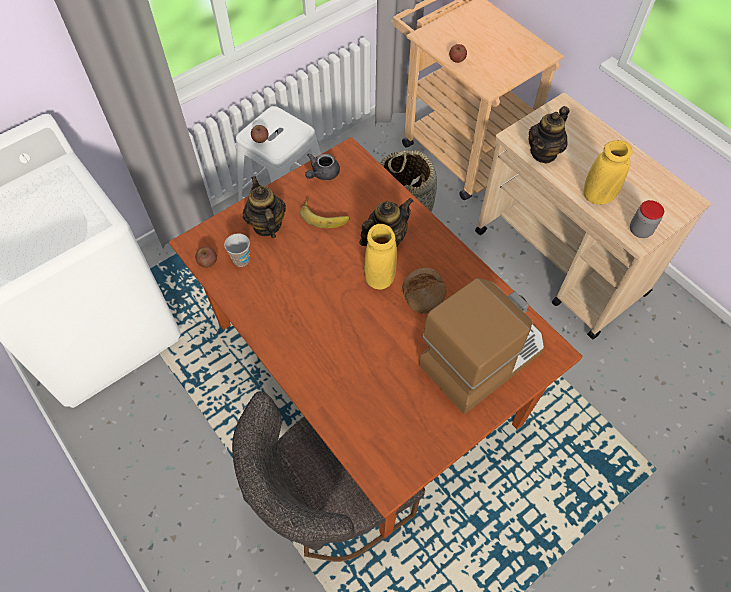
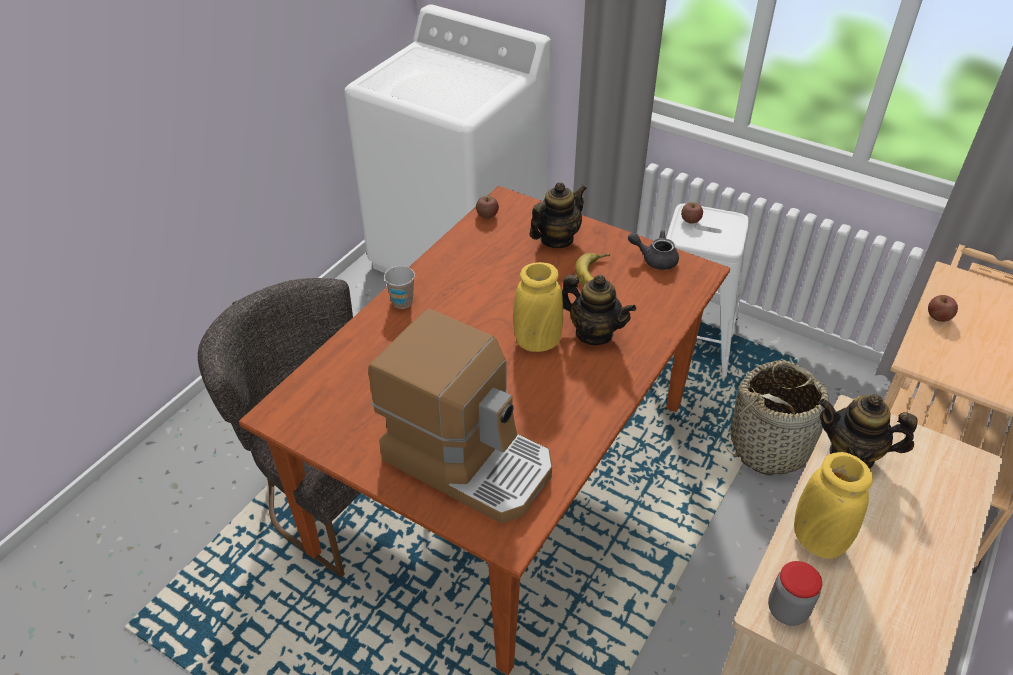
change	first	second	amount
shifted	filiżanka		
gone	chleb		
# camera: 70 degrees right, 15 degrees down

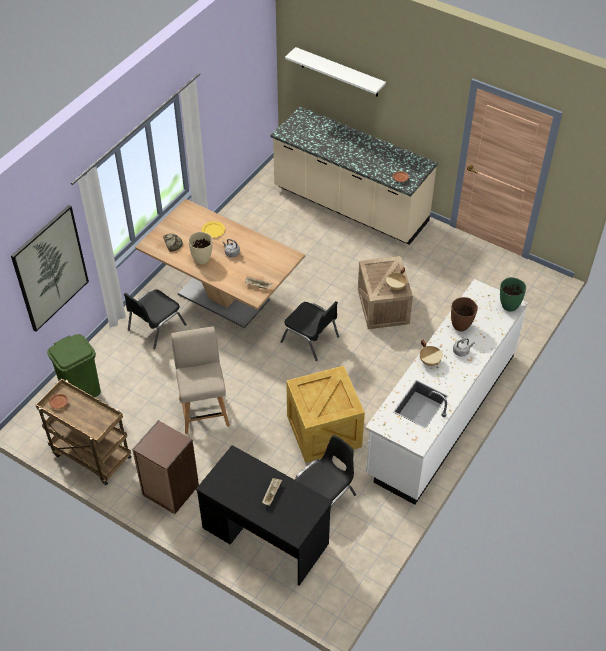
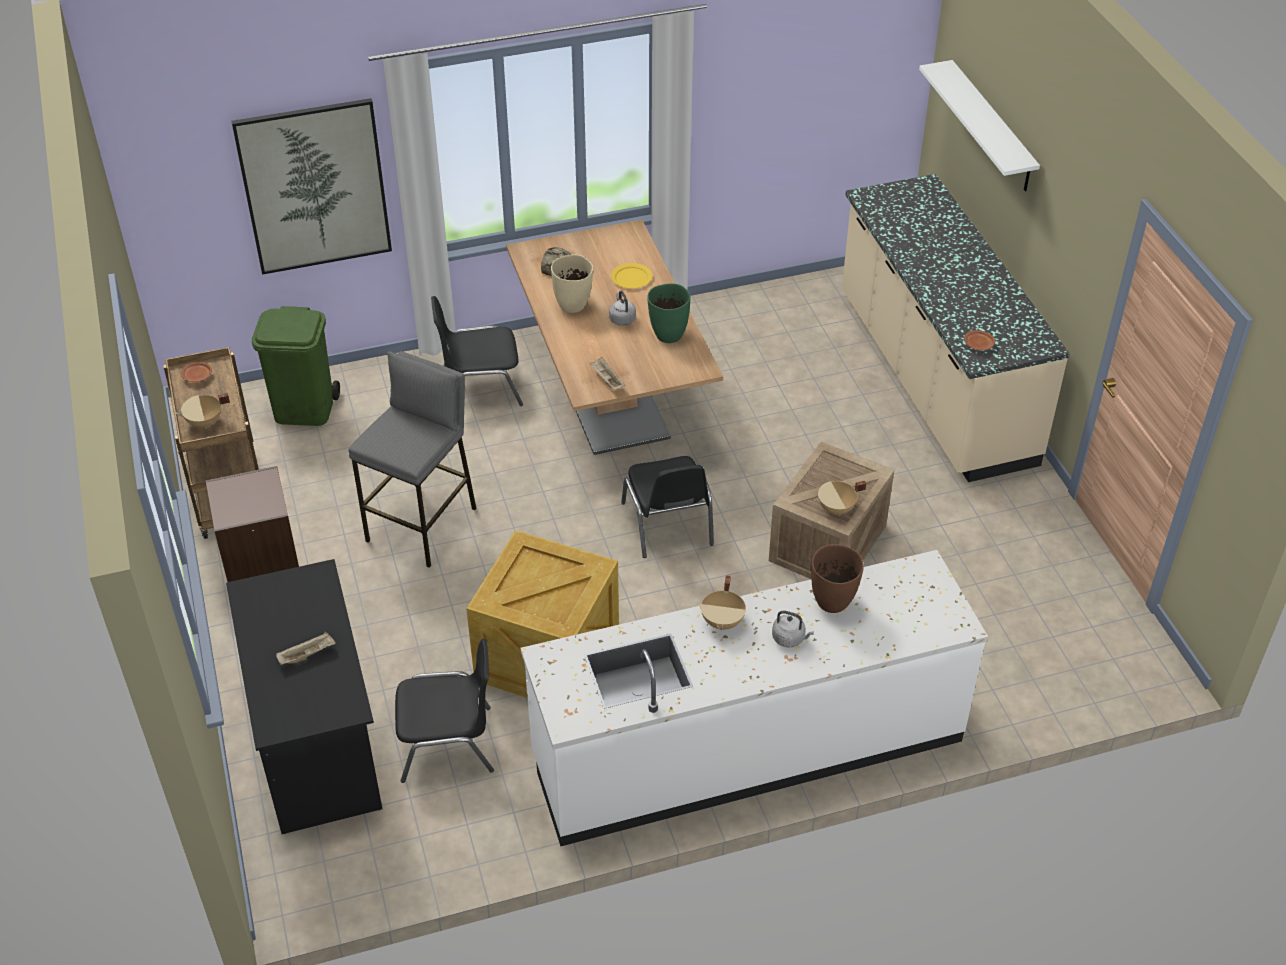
change	first	second	amount
swapped	krzesło [beżowy]	stołek [szary]	
shifted	wazon [zielony]		
new		garnek [beżowy] (no. 1 from left)	
# camera: 40 degrees right, 5 degrees down

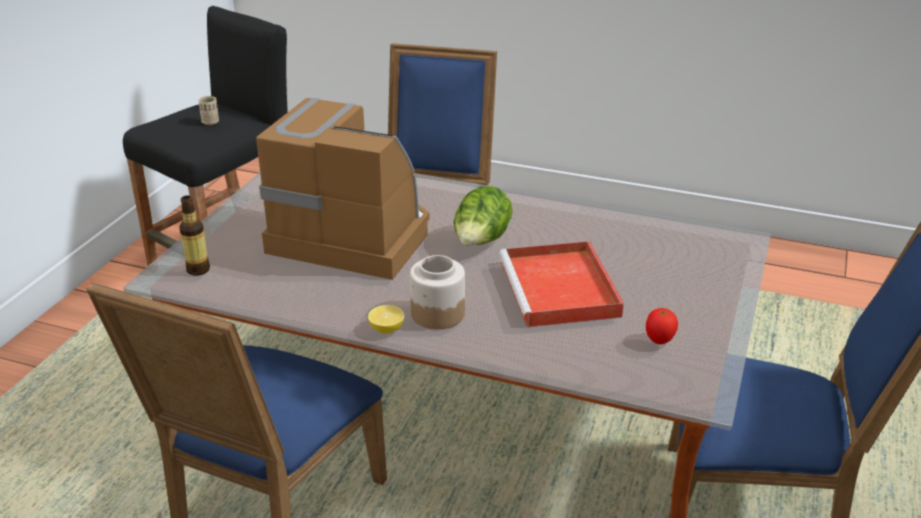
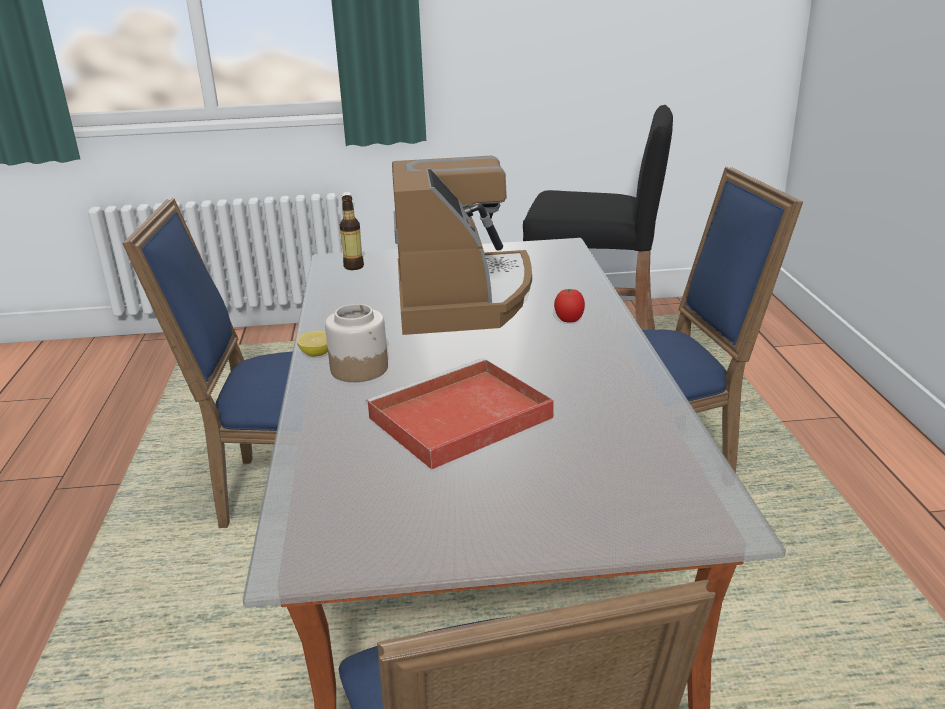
change	first	second	amount
gone	filiżanka [beżowy]		
gone	sałata		
shifted	pomidor		
# camera: 65 degrees right, 5 degrees down

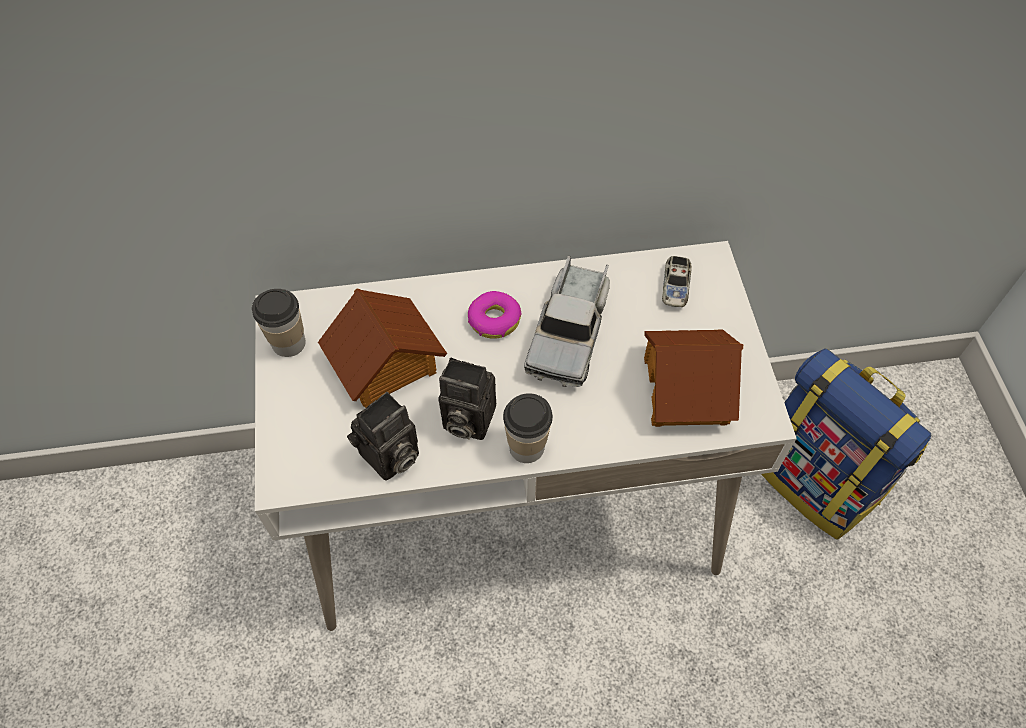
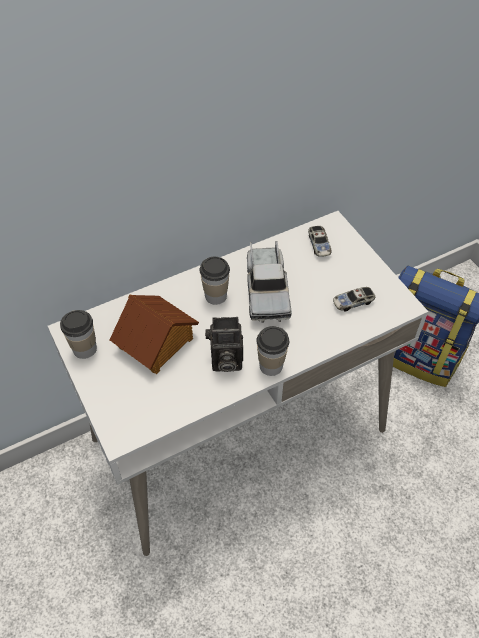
change	first	second	amount
gone	aparat fotograficzny (no. 1 from left)		
swapped	donut	filiżanka (no. 2 from left)	
swapped	domek (no. 2 from left)	samochodzik (no. 2 from left)	
# camera: 20 degrees left, 5 degrees down

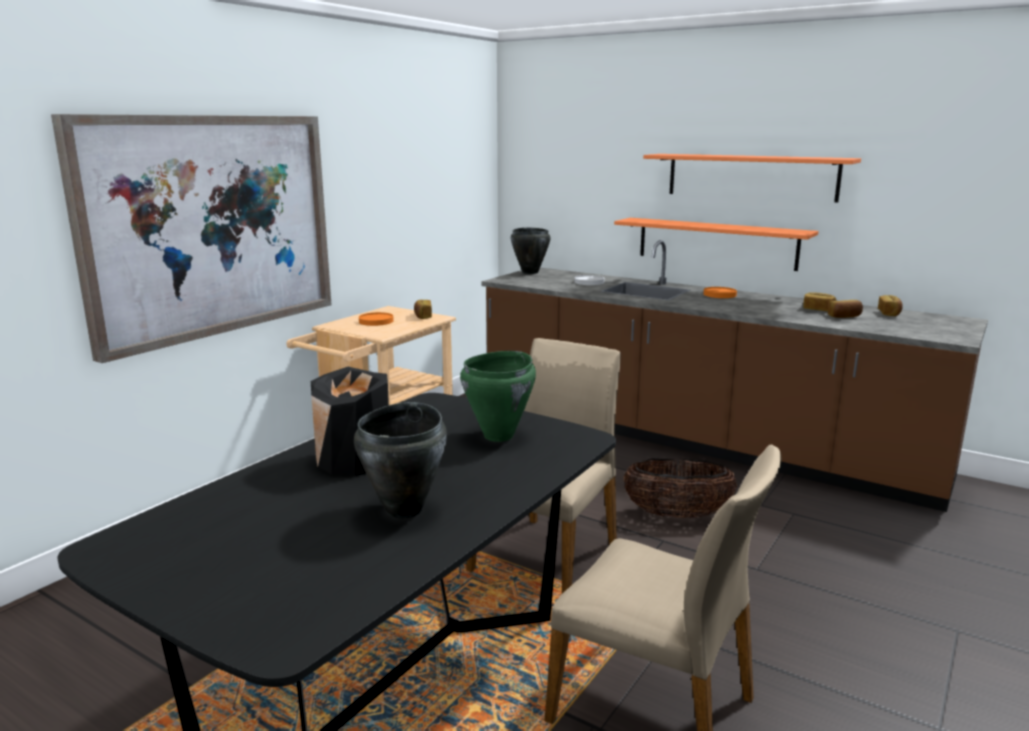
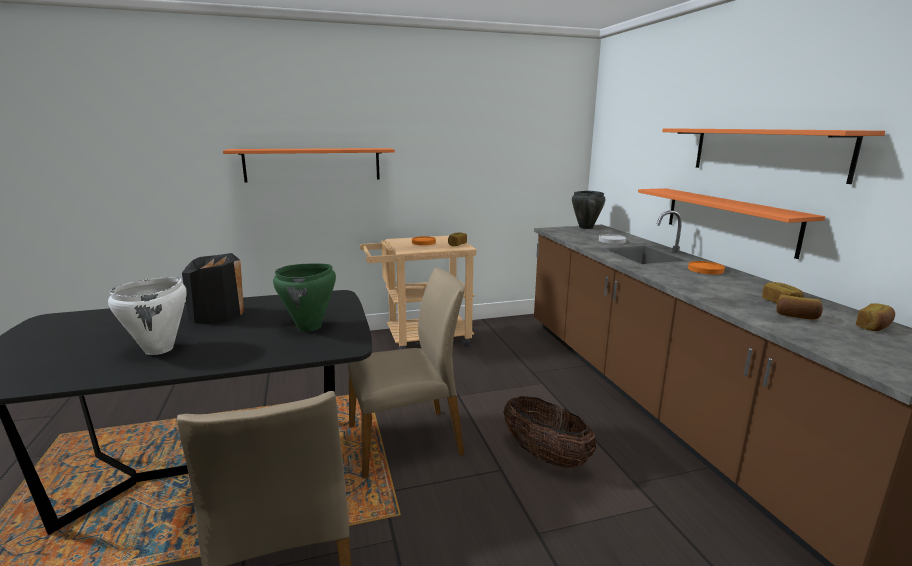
change	first	second	amount
swapped	obraz	półka [pomarańczowy] (no. 1 from left)	
repainted	garnek [czarny] (no. 1 from left)	garnek [biały]	
# camera: 40 degrees right, 0 degrees up

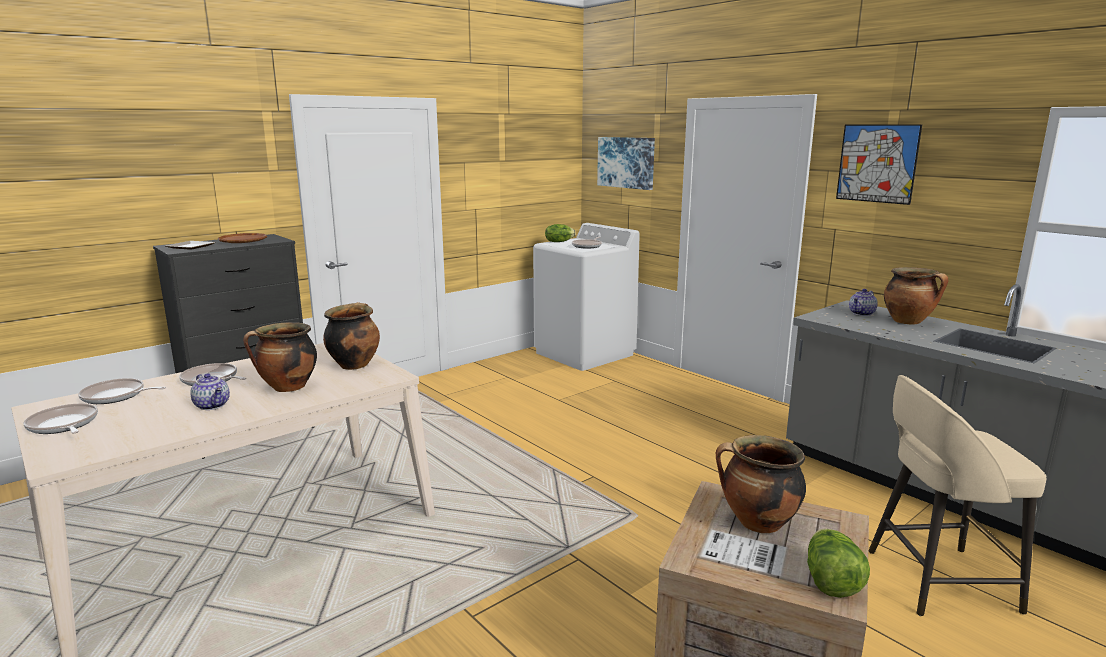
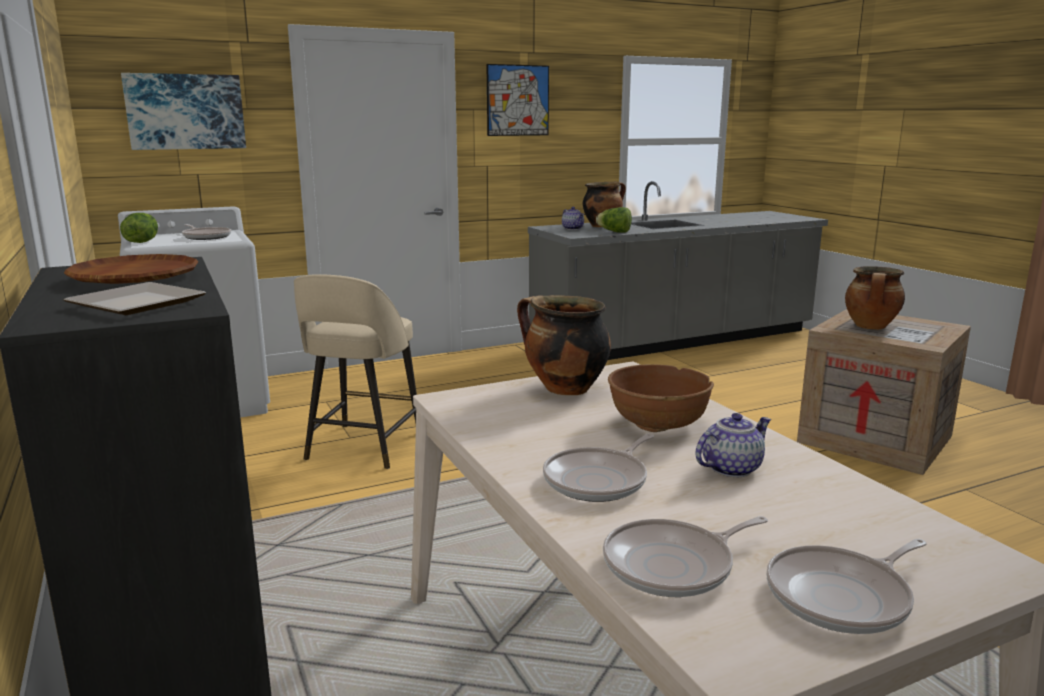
change	first	second	amount
rotated	patelnia (no. 2 from left in the first image)	patelnia (no. 3 from left)	45 degrees clockwise
swapped	garnek (no. 1 from left)	miska [brązowy]	
shifted	sałata (no. 2 from left)		
shifted	stołek [beżowy]		
# camera: 75 degrees left, 0 degrees up

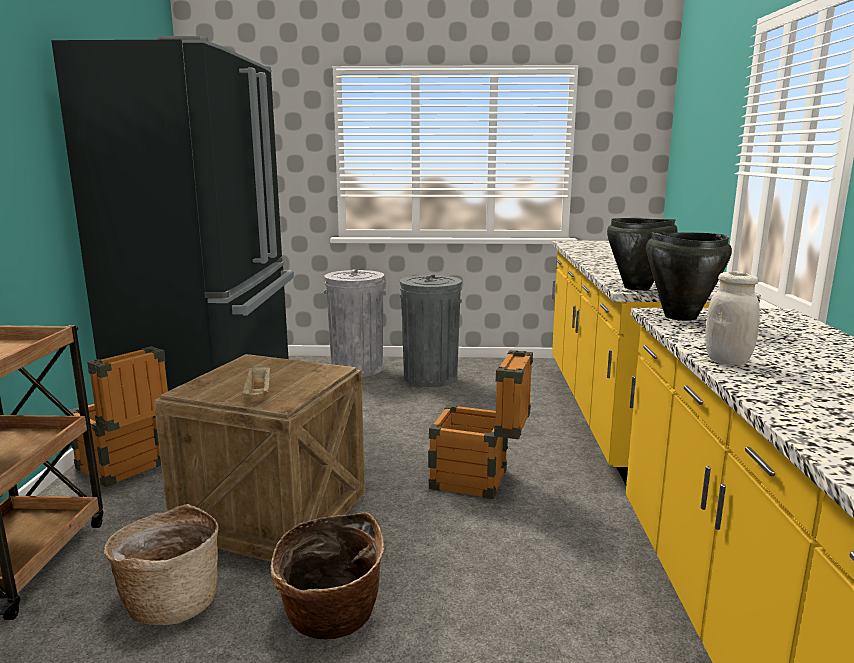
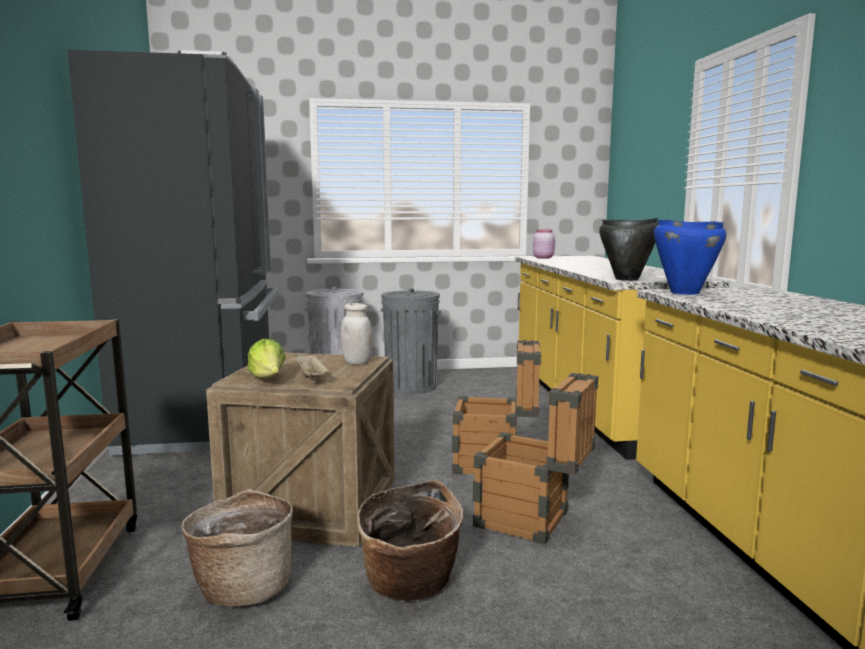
change	first	second	amount
shifted	skrzynka (no. 1 from left in the first image)	skrzynka (no. 3 from left)	
repainted	garnek [czarny] (no. 2 from left)	garnek [niebieski]	
shifted	słoik [biały]		
new		sałata	
new		słoik [różowy]	
# camera: 10 degrees left, 5 degrees down

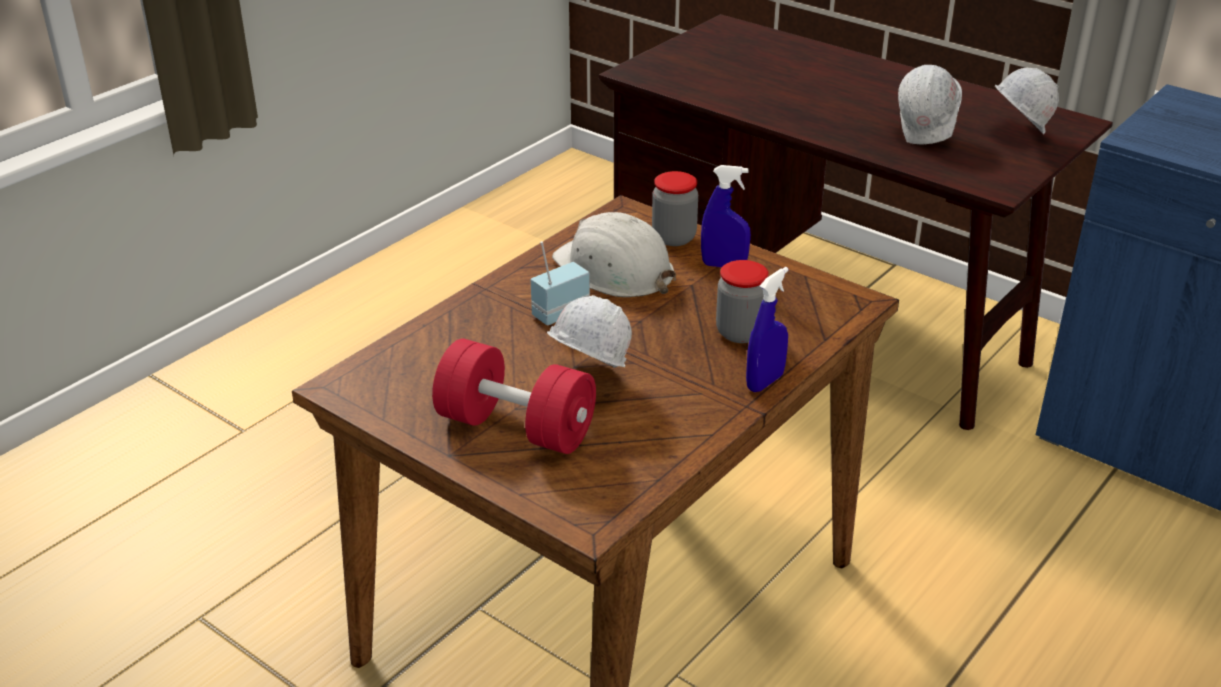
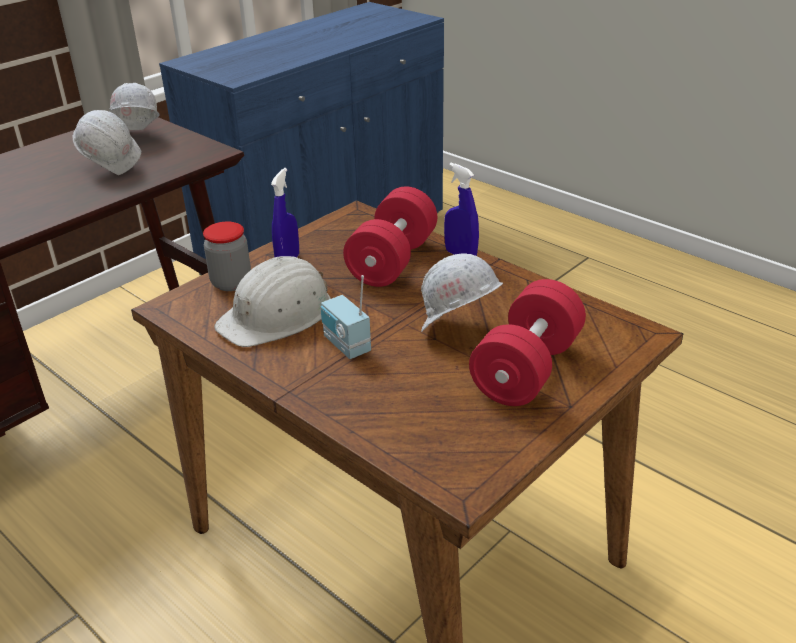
change	first	second	amount
swapped	słoik (no. 2 from left)	hantel [czerwony] (no. 1 from left)	
# camera: 85 degrees left, 0 degrees up

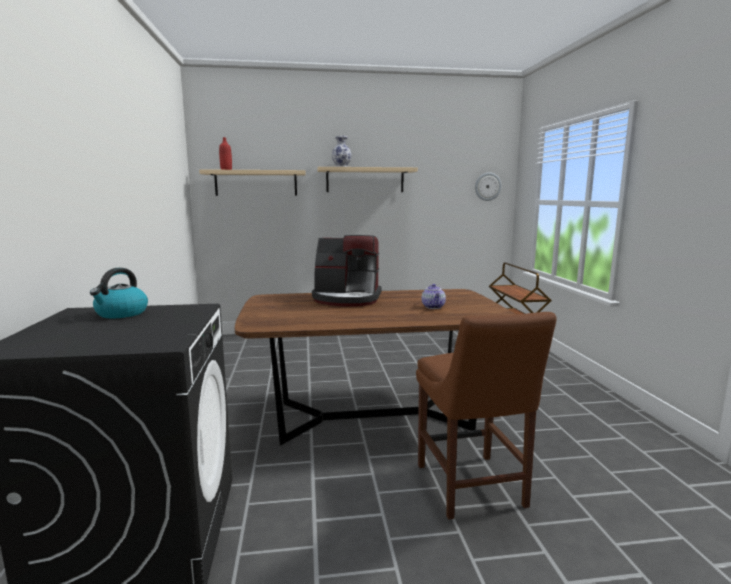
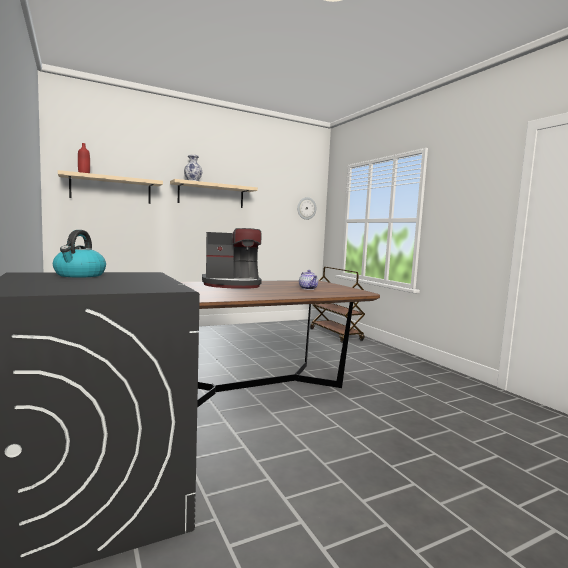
change	first	second	amount
gone	krzesło [brązowy]		
# camera: 20 degrees left, 5 degrees down

